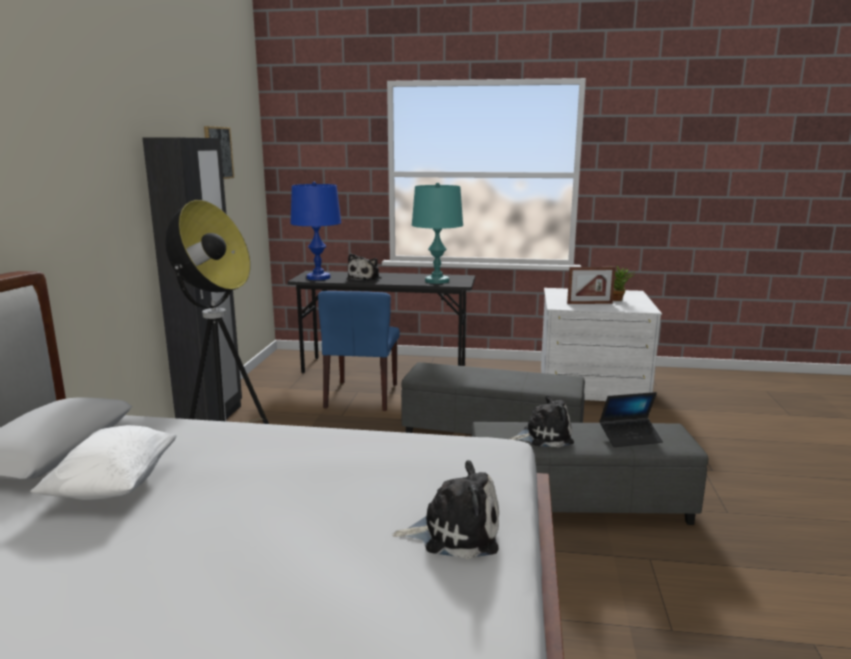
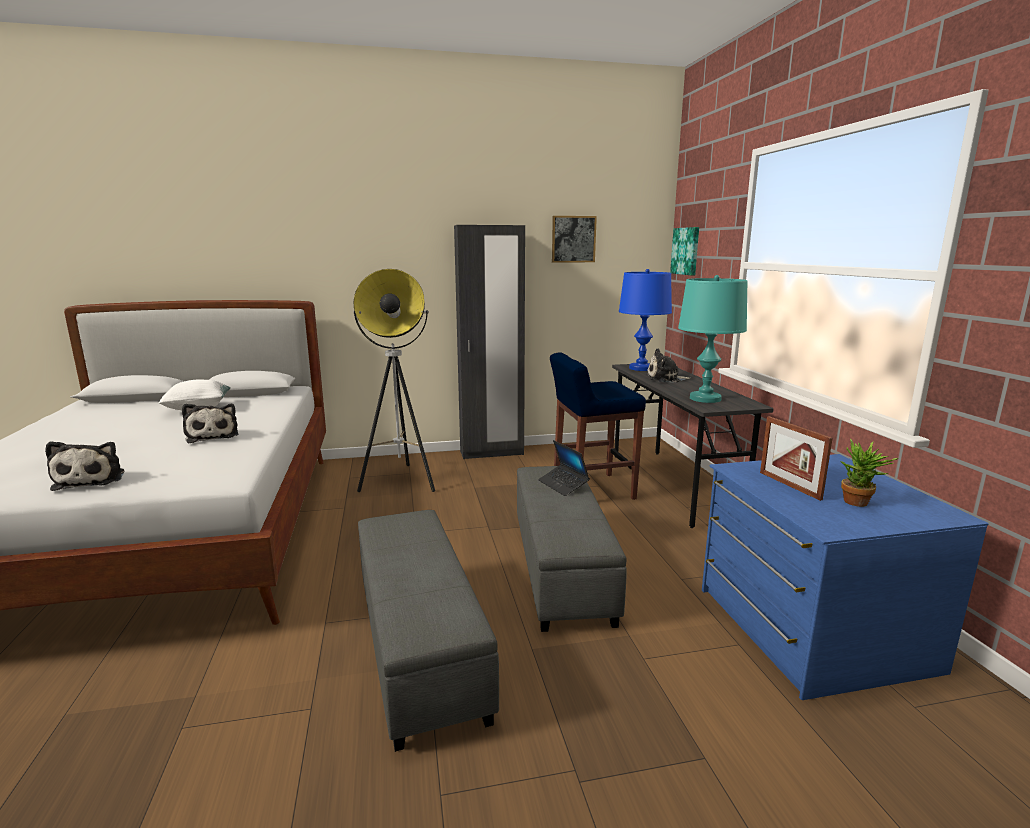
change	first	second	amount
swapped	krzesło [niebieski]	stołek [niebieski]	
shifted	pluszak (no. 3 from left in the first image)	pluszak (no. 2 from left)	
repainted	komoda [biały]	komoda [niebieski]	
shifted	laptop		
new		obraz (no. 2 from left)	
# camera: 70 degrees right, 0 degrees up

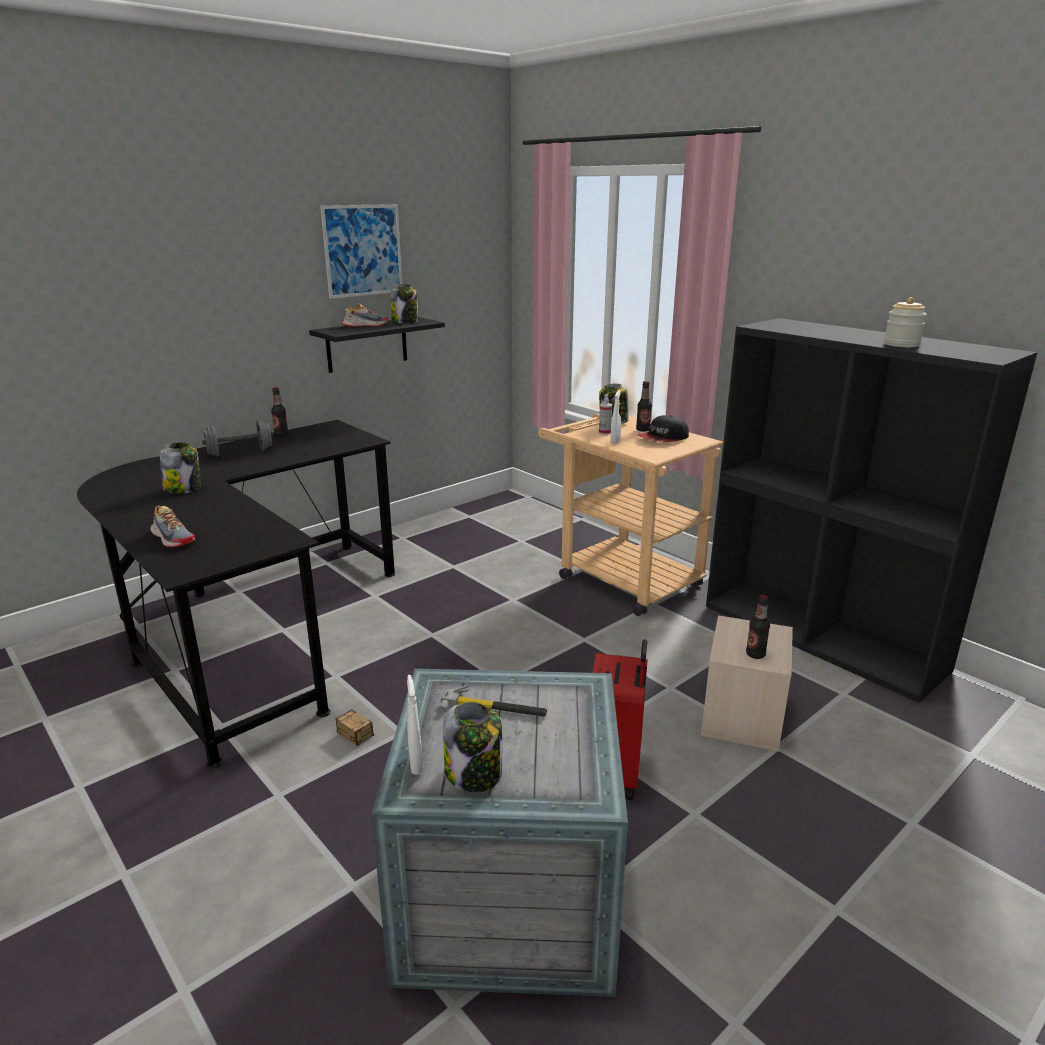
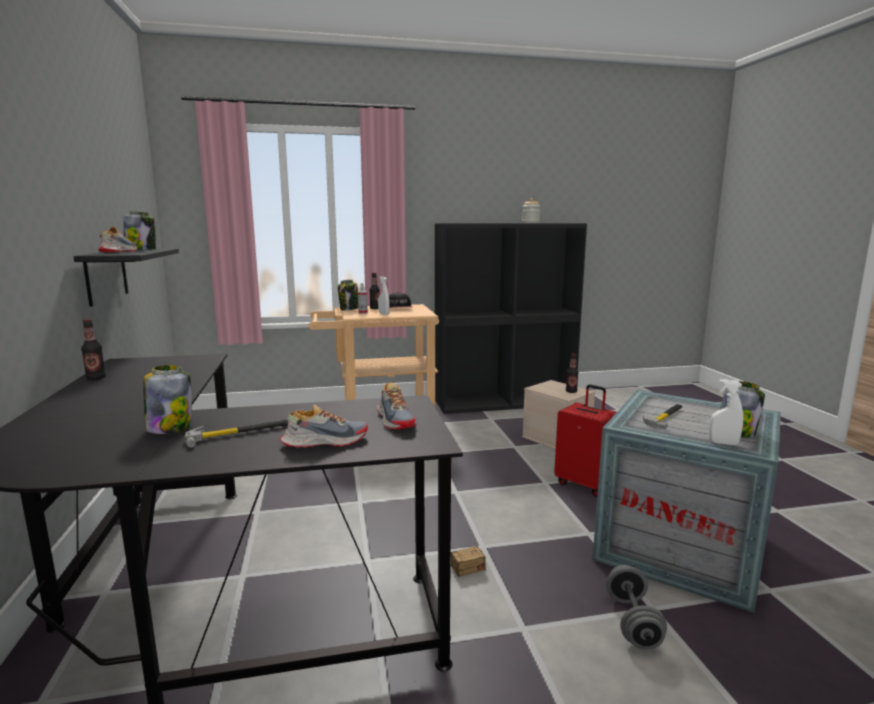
change	first	second	amount
shifted	hantel [szary]		
gone	obraz		
new		młotek (no. 1 from left)	
new		but (no. 3 from left)	
# camera: 60 degrees left, 10 degrees down

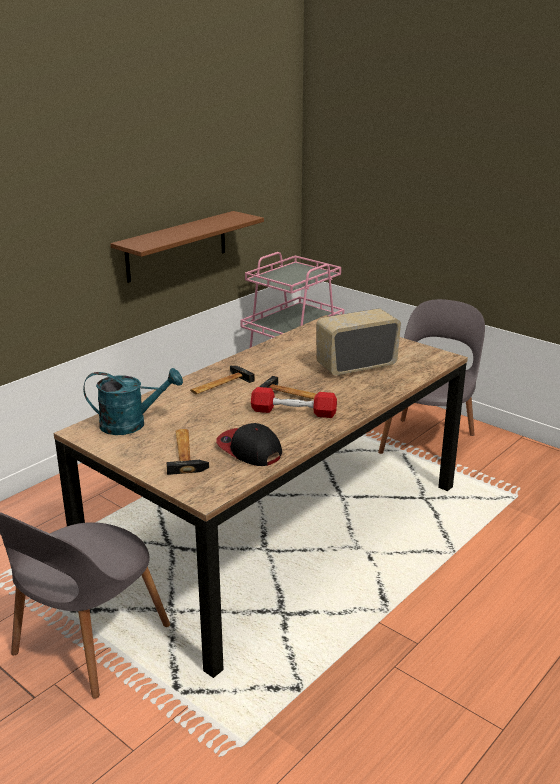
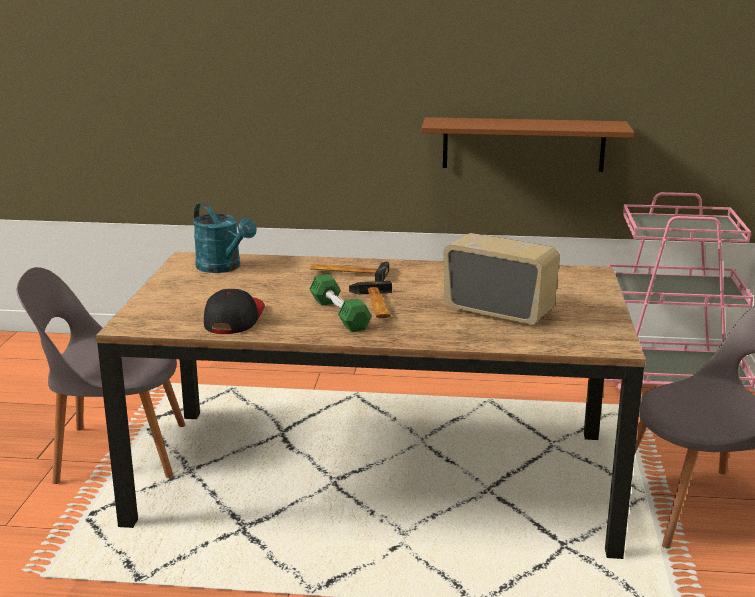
change	first	second	amount
gone	młotek (no. 1 from left)		
repainted	hantel [czerwony]	hantel [zielony]	
# camera: 55 degrees right, 5 degrees down

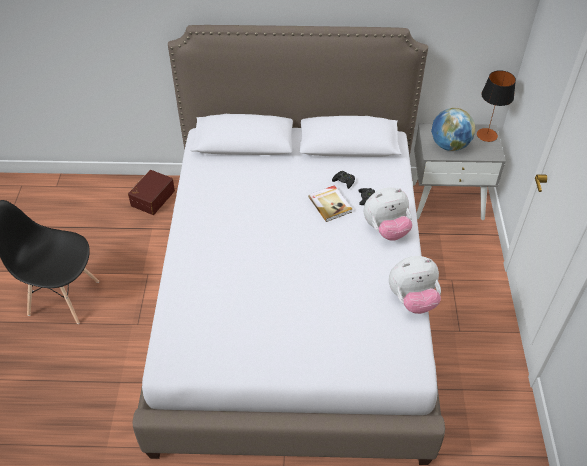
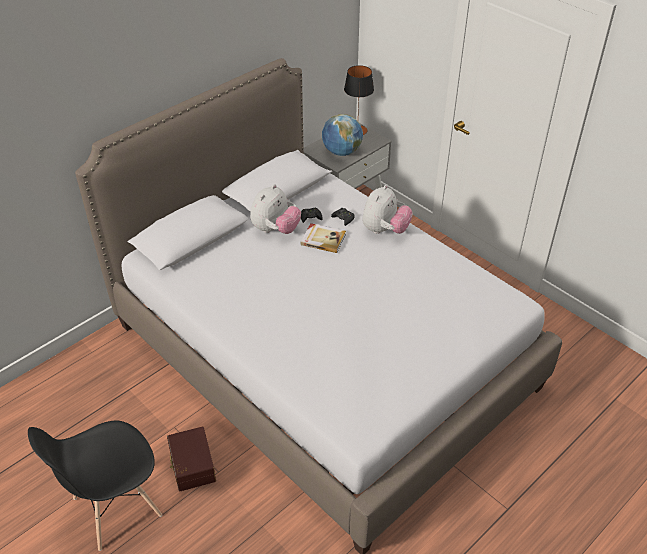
change	first	second	amount
shifted	pojemnik do przechowywania [brązowy]		
shifted	pluszak (no. 2 from left in the first image)	pluszak (no. 1 from left)	
# camera: 45 degrees left, 5 degrees down

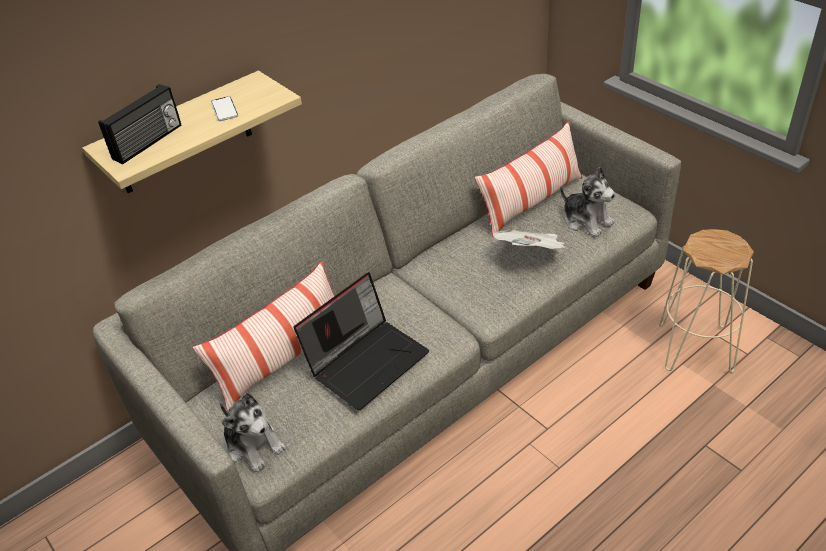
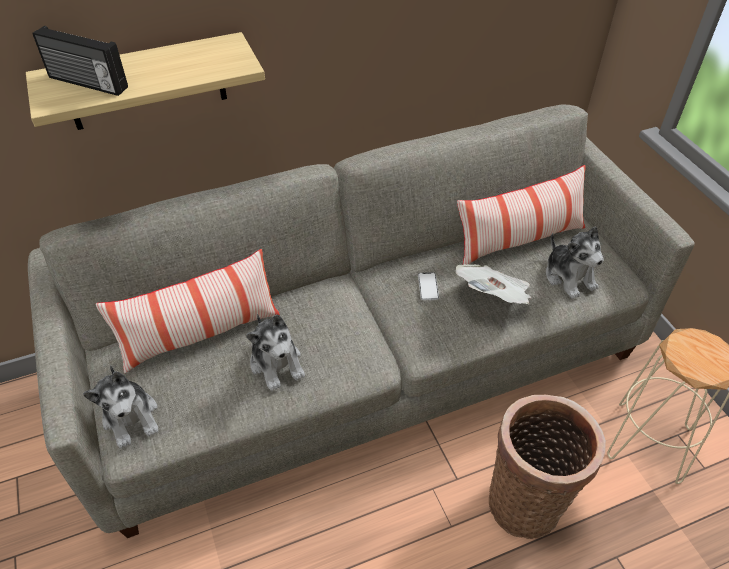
change	first	second	amount
rotated	radio		60 degrees clockwise
shifted	telefon		
swapped	laptop	pluszak (no. 2 from left)	
new		koszyk	
# camera: 15 degrees right, 5 degrees up

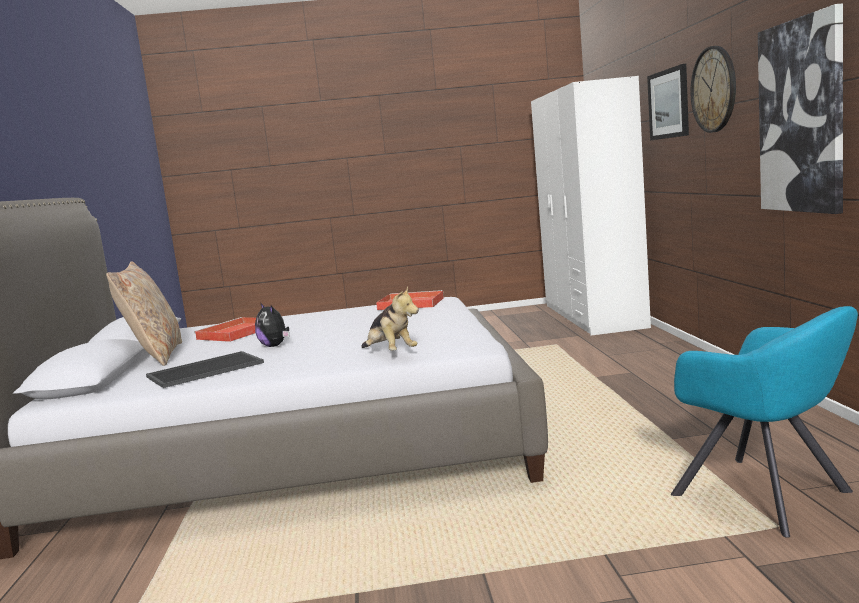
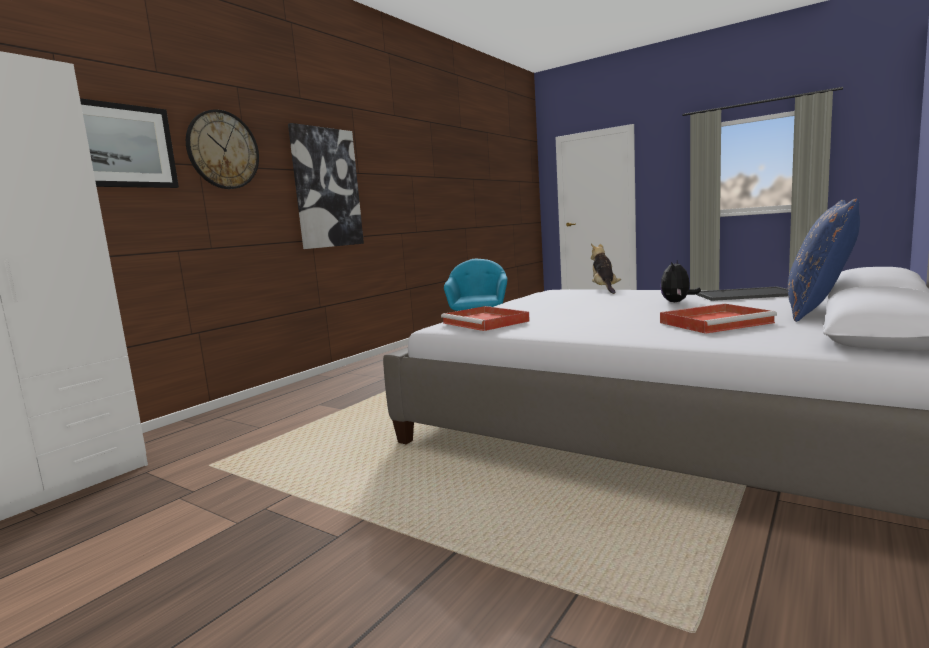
change	first	second	amount
repainted	poduszka [beżowy]	poduszka [niebieski]	
rotated	pluszak (no. 1 from left in the first image)	pluszak (no. 2 from left)	150 degrees counterclockwise
# camera: 140 degrees left, 0 degrees up

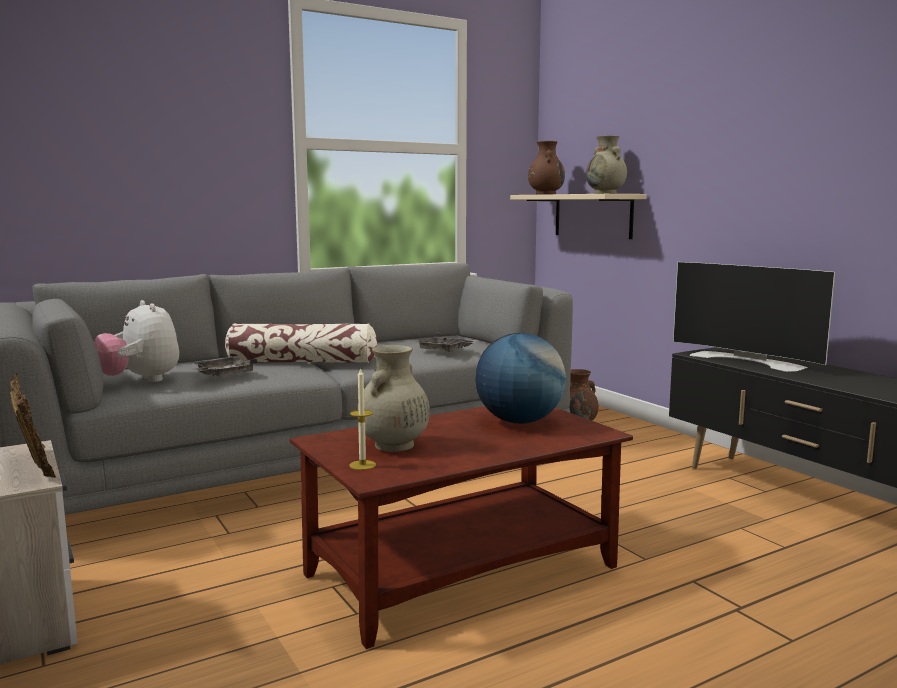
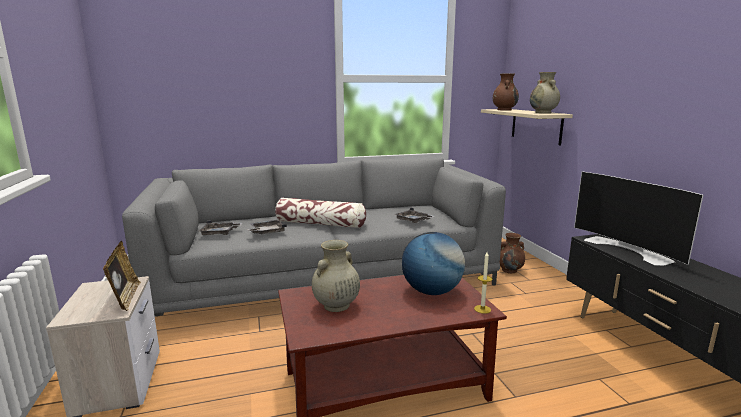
change	first	second	amount
swapped	pluszak	taca [szary] (no. 1 from left)	
shifted	świeca		
# camera: 15 degrees right, 5 degrees up

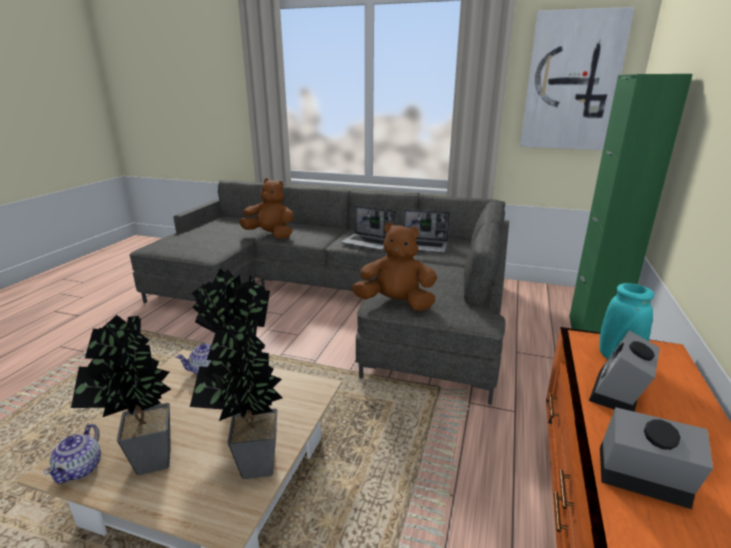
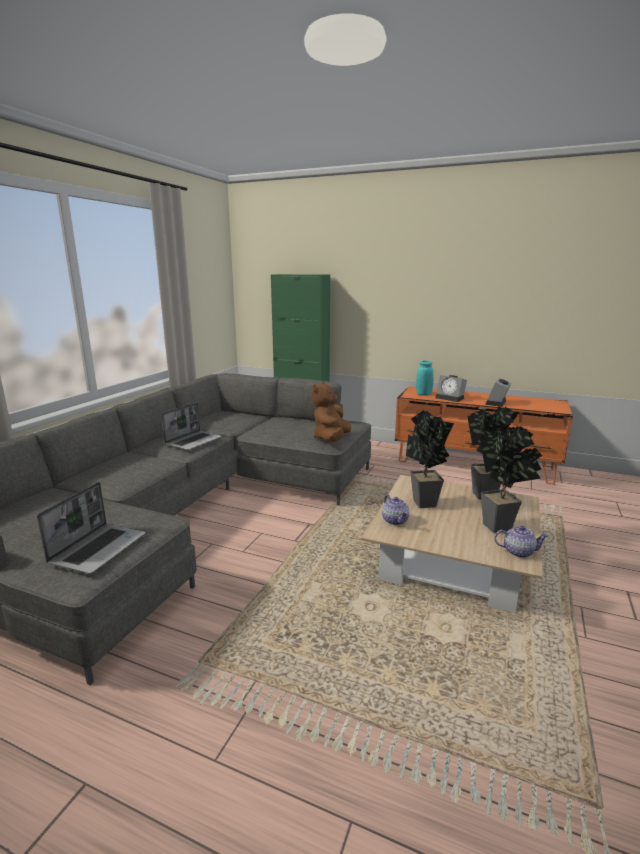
change	first	second	amount
gone	pluszak [brązowy] (no. 1 from left)		
shifted	laptop (no. 2 from left in the first image)	laptop (no. 1 from left)	
gone	obraz		
# camera: 85 degrees left, 5 degrees down

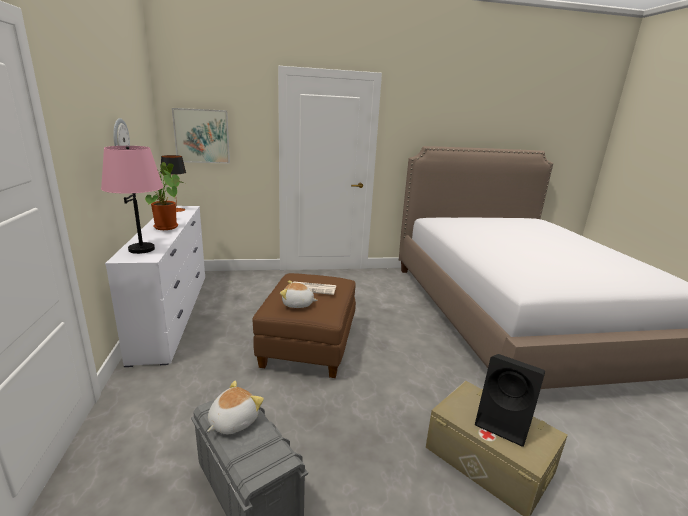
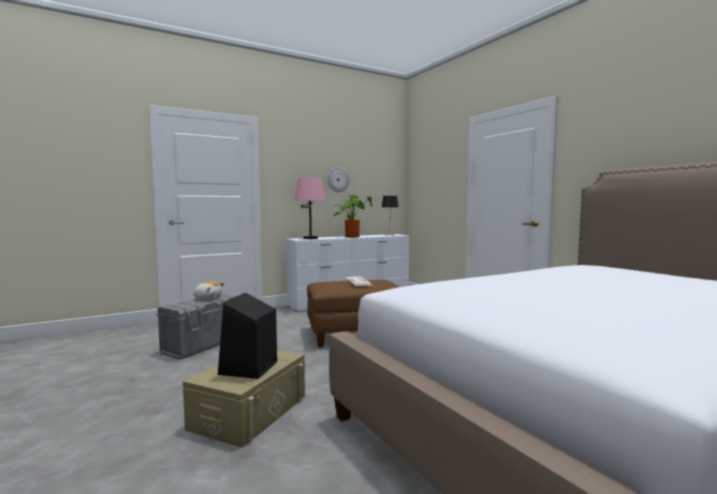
change	first	second	amount
gone	obraz		
gone	pluszak (no. 2 from left)		
# camera: 70 degrees right, 15 degrees down

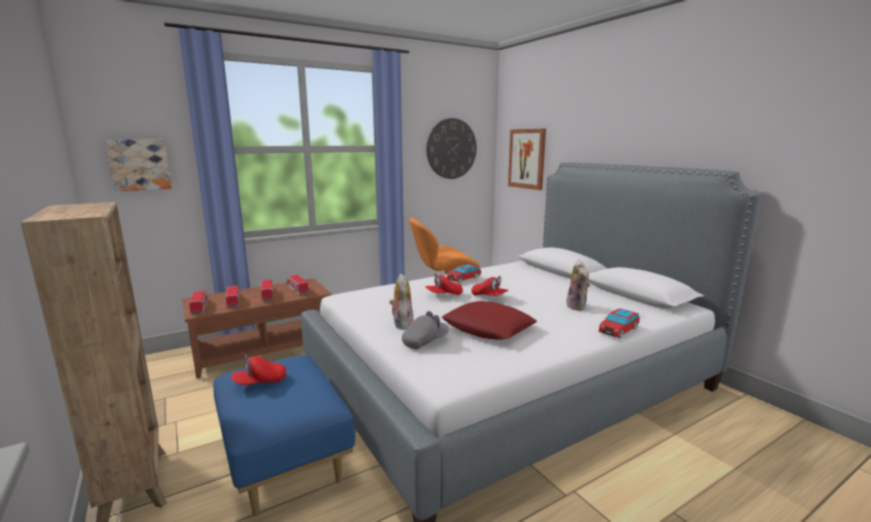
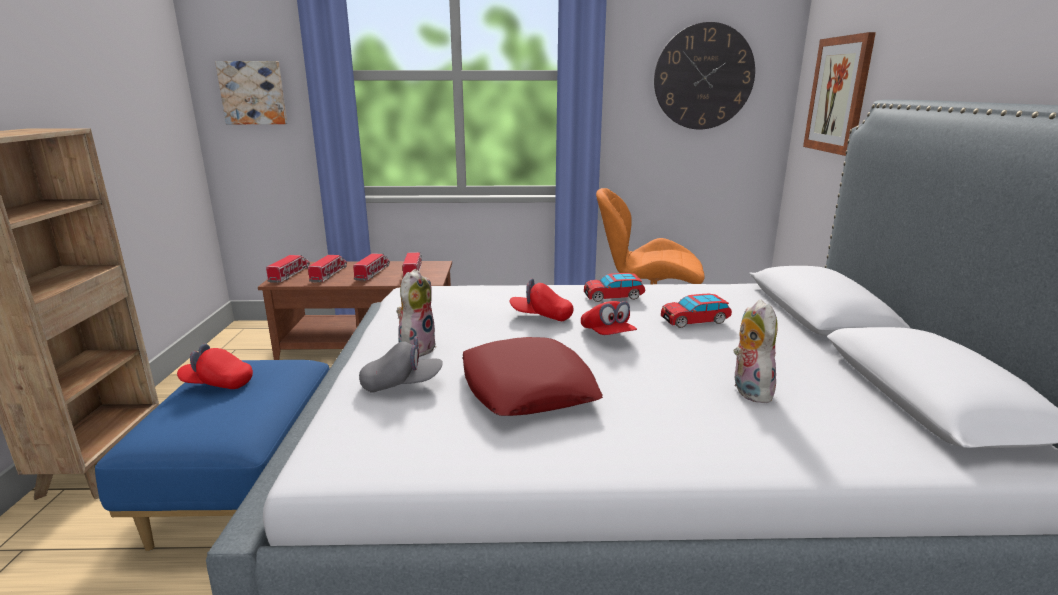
change	first	second	amount
rotated	pluszak (no. 2 from left)		150 degrees clockwise
shifted	samochodzik (no. 2 from left)		
# camera: 30 degrees right, 5 degrees up

